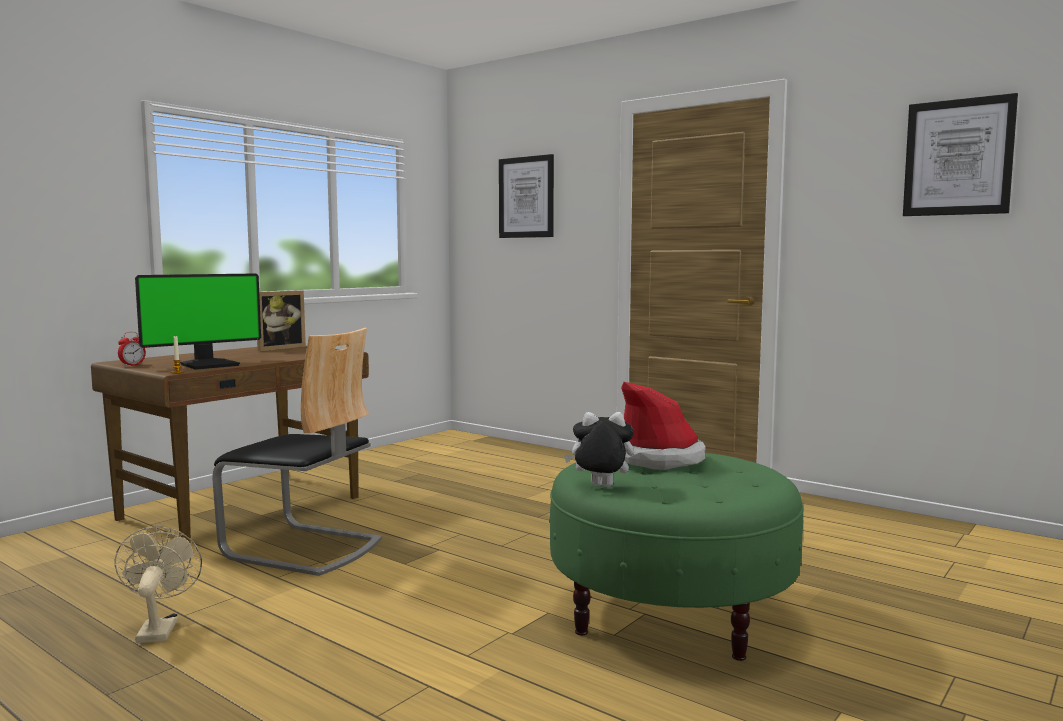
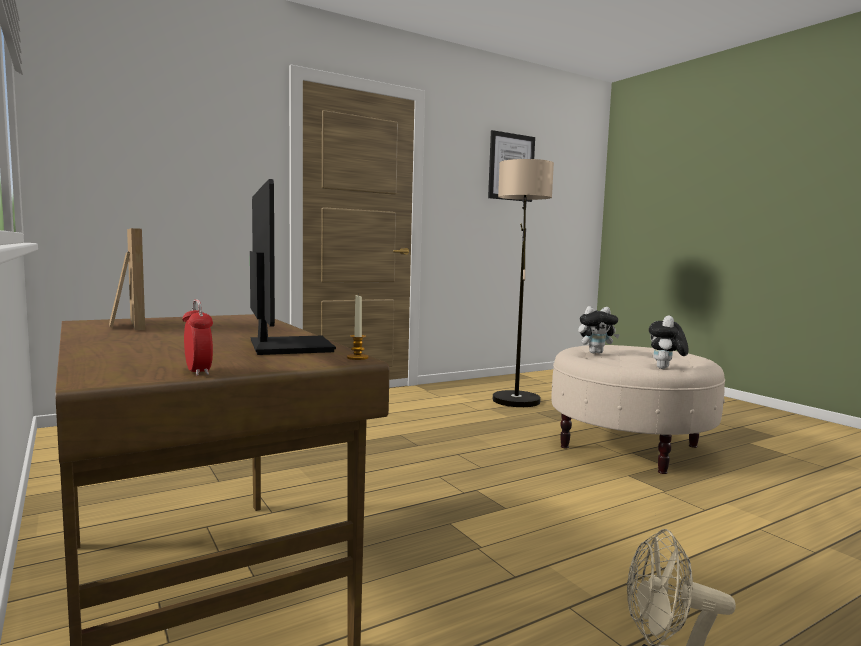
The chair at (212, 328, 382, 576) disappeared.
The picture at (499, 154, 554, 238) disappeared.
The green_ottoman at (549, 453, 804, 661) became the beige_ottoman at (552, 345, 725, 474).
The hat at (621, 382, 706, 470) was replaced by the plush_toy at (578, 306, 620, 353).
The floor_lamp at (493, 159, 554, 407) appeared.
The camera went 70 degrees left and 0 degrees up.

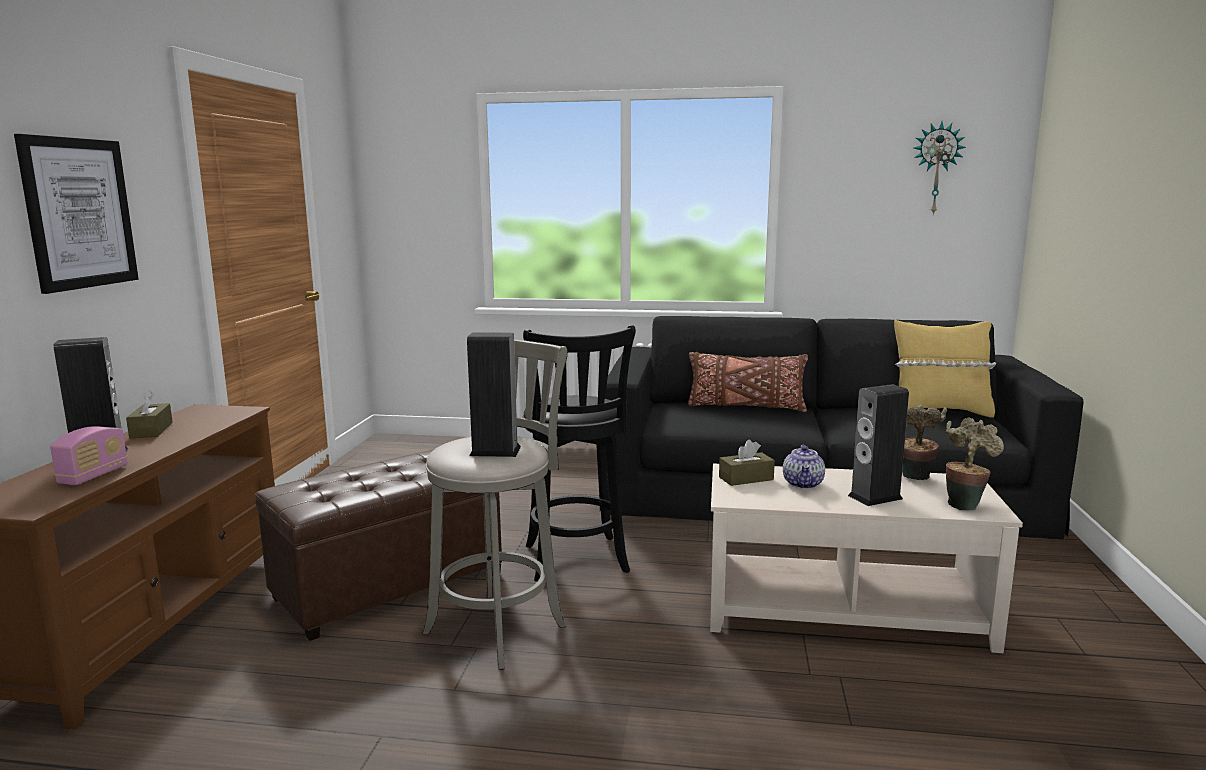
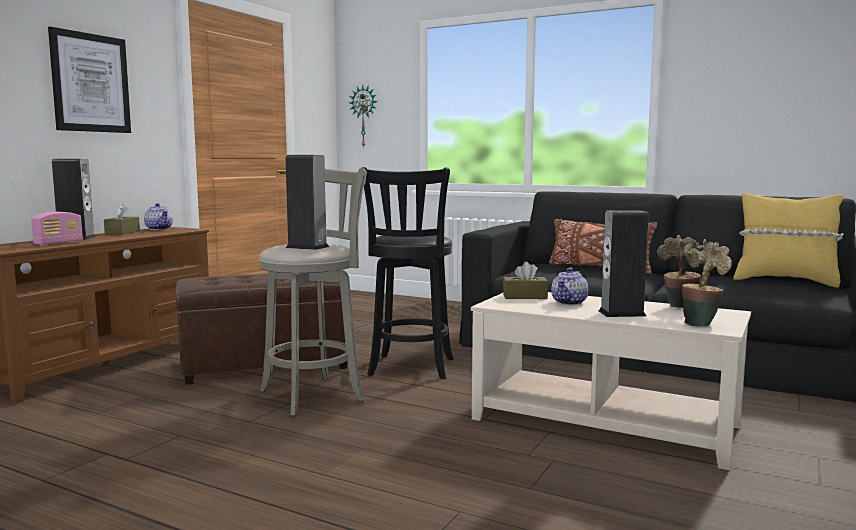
The wall_clock moved from (914, 122, 966, 215) to (349, 85, 378, 148).
The teapot at (144, 203, 173, 230) appeared.
The camera went 20 degrees right and 5 degrees down.

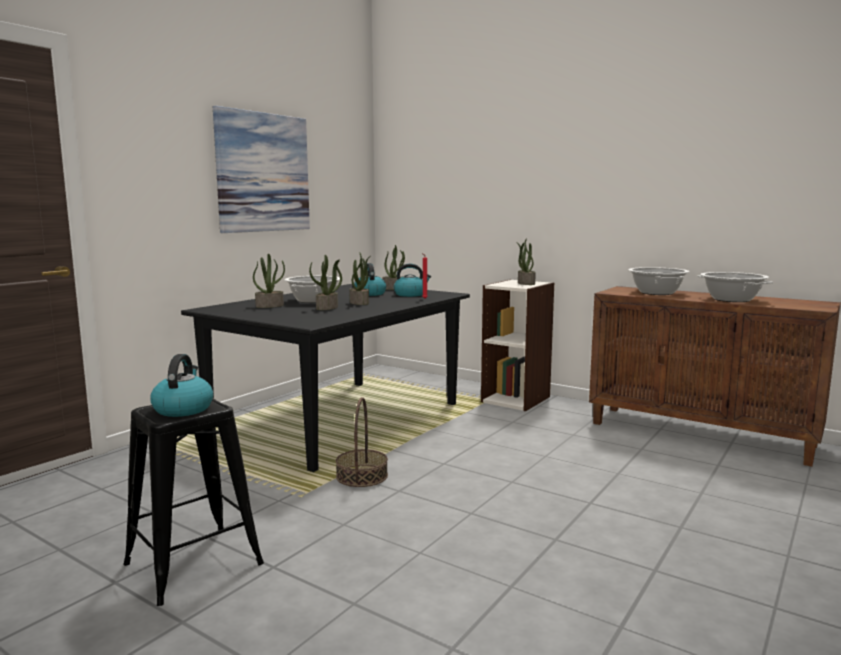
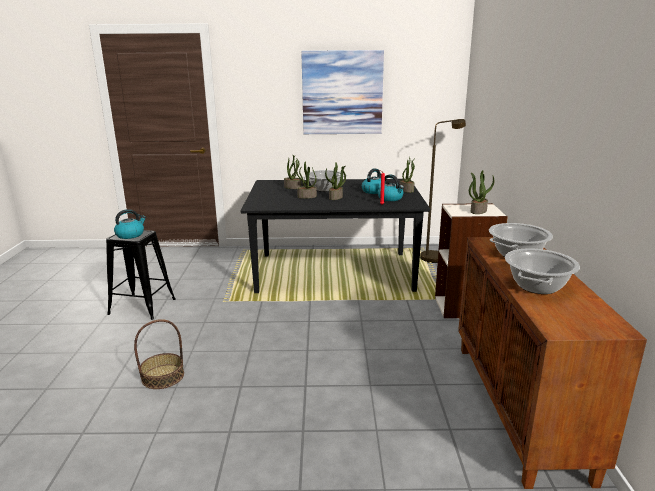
The basket moved from (336, 397, 388, 487) to (134, 319, 184, 389).
The brown_floor_lamp at (420, 119, 466, 263) appeared.
The camera went 55 degrees right and 10 degrees up.

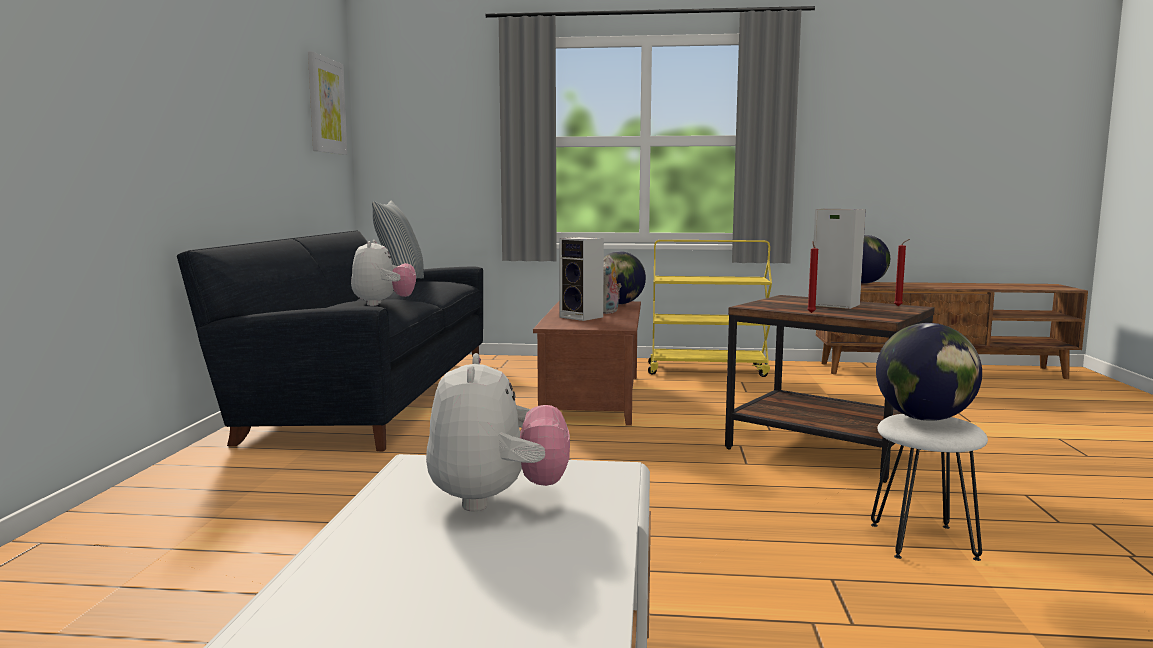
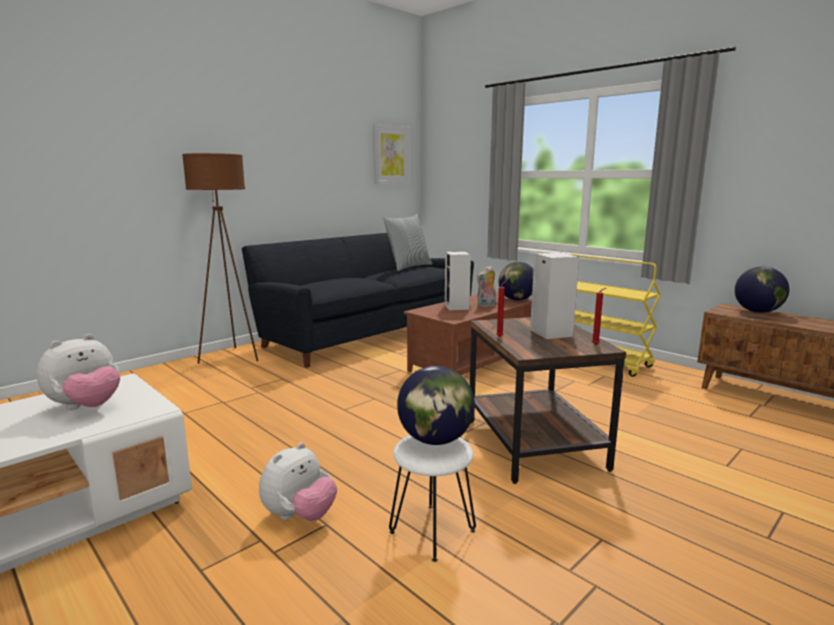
The plush_toy moved from (351, 240, 416, 306) to (259, 442, 337, 521).
The brown_floor_lamp at (182, 153, 258, 364) appeared.
The camera went 40 degrees right and 5 degrees up.

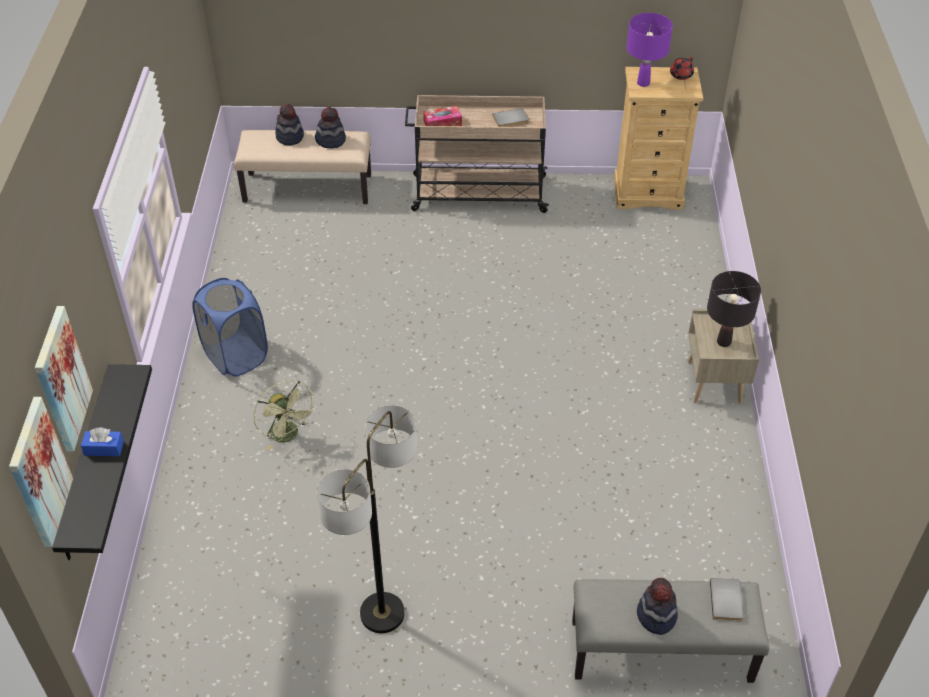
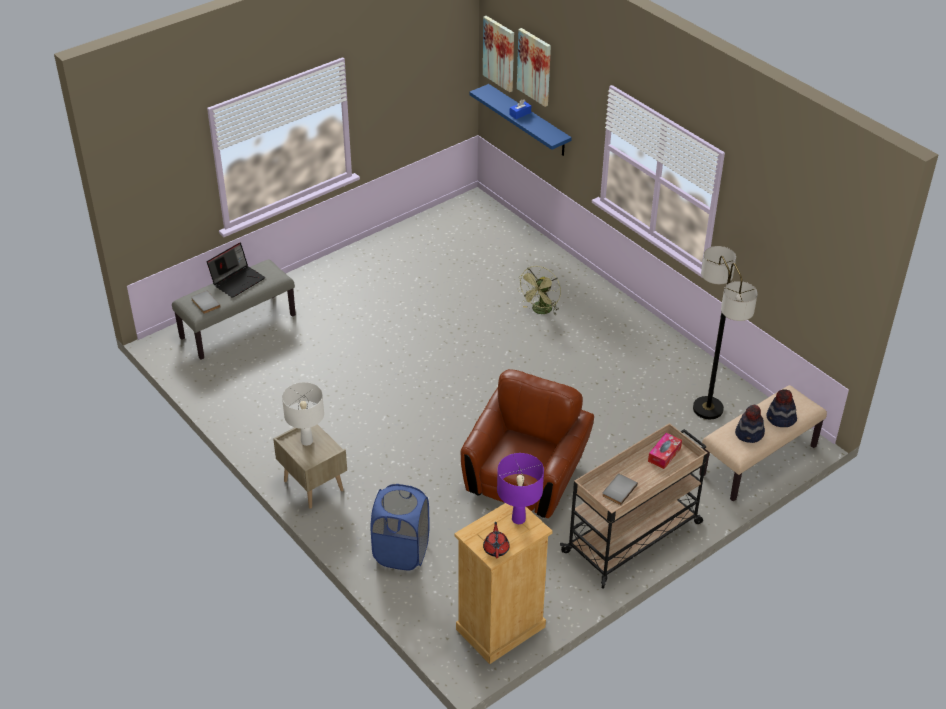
The black_shelf at (52, 364, 152, 560) became the blue_shelf at (469, 84, 572, 156).
The blue_laundry_basket moved from (192, 278, 268, 377) to (371, 484, 430, 571).
The green_fan at (253, 380, 317, 450) turned 75 degrees counterclockwise.
The floor_lamp moved from (317, 405, 417, 633) to (693, 246, 758, 419).
The hat at (637, 578, 678, 635) was replaced by the laptop at (207, 242, 265, 298).
The black_table_lamp at (707, 271, 761, 347) became the white_table_lamp at (282, 382, 324, 446).
The brown_armchair at (461, 369, 594, 518) appeared.
The camera went 140 degrees right and 5 degrees down.

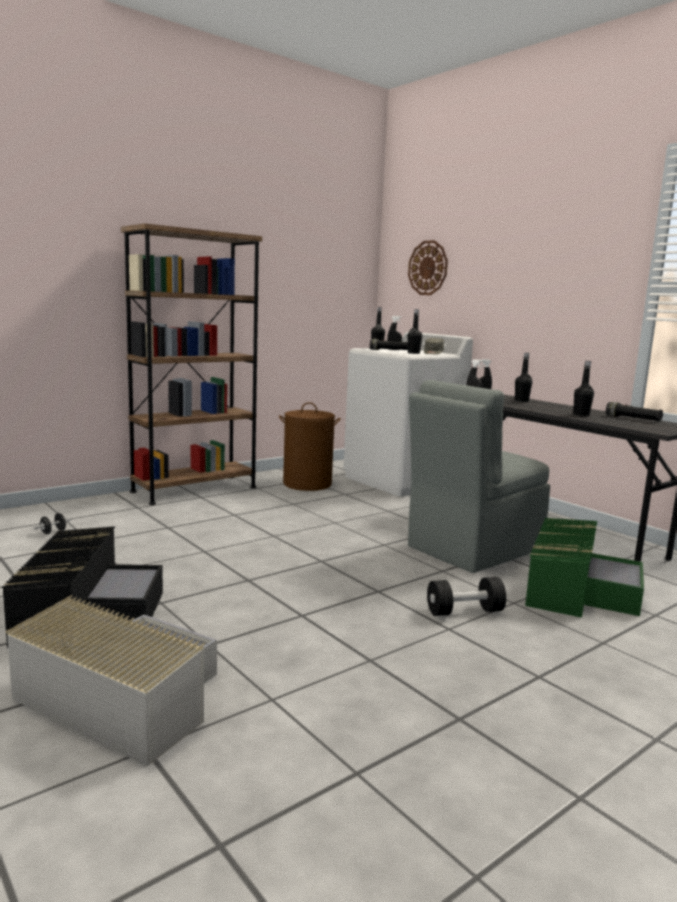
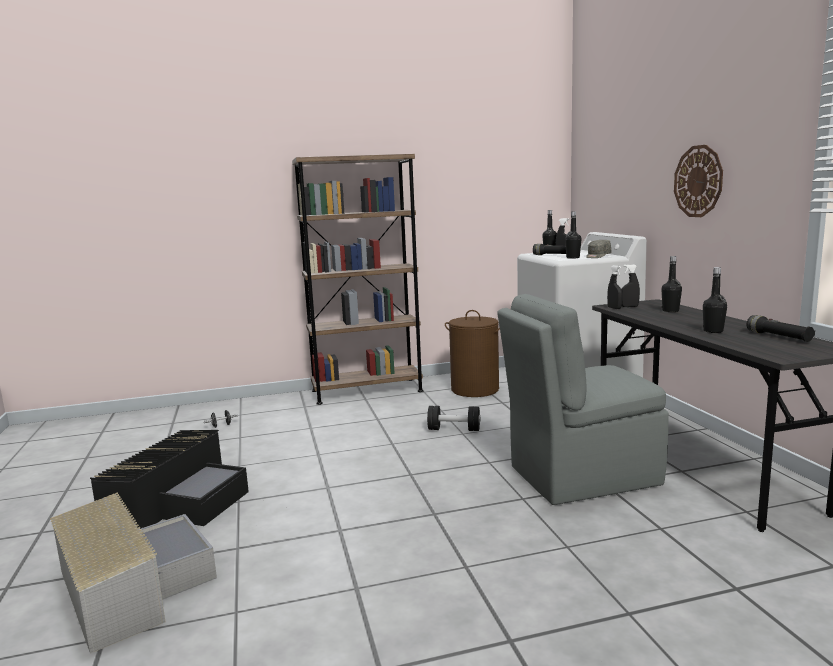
The wall_clock moved from (408, 240, 448, 295) to (674, 145, 723, 217).
The black_dumbbell moved from (427, 577, 506, 616) to (427, 406, 480, 431).
The green_storage_box at (525, 518, 644, 618) disappeared.
The camera went 25 degrees right and 0 degrees up.

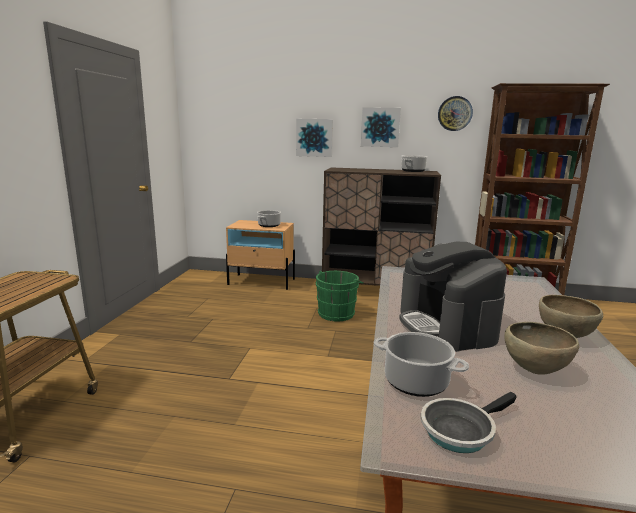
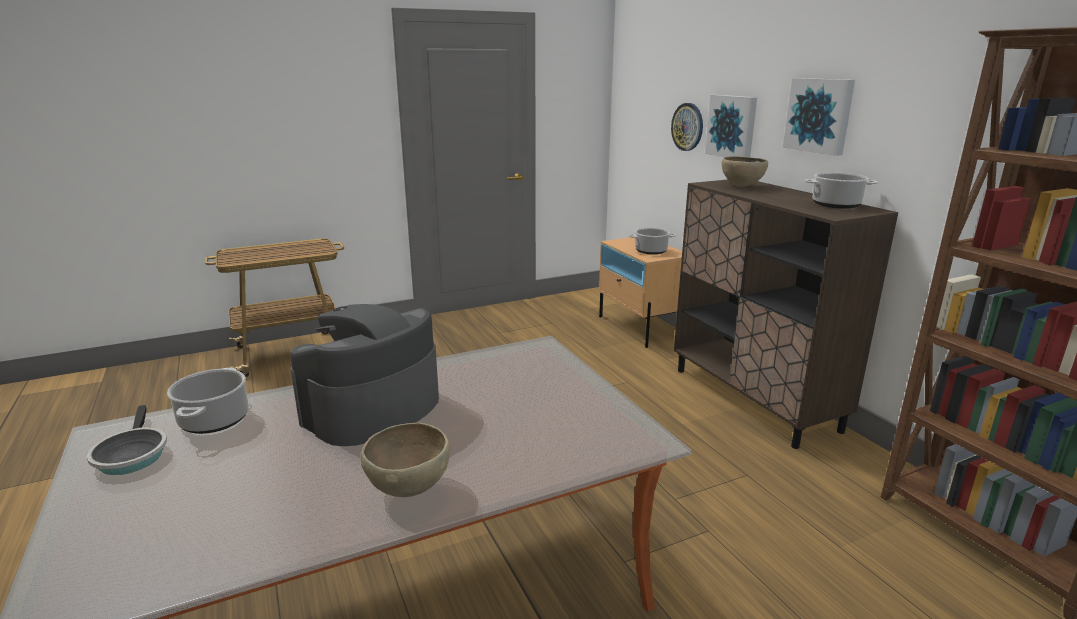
The green_bucket at (315, 271, 364, 321) disappeared.
The frying_pan at (421, 392, 517, 453) turned 135 degrees counterclockwise.
The wall_clock moved from (438, 96, 473, 131) to (671, 103, 703, 151).
The brown_bowl moved from (505, 322, 579, 375) to (721, 156, 768, 187).
The camera went 55 degrees right and 5 degrees up.

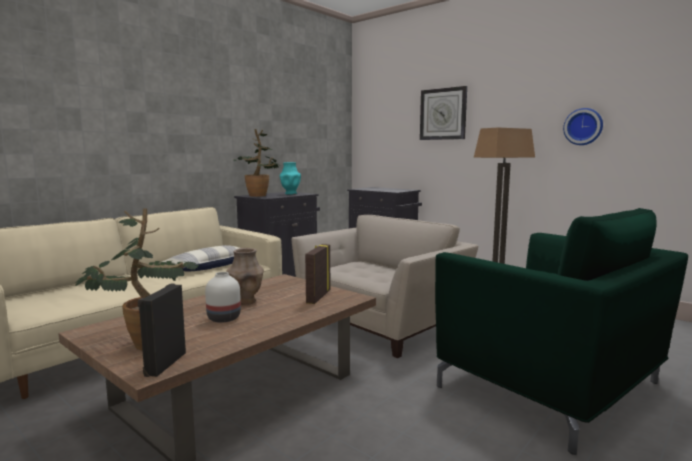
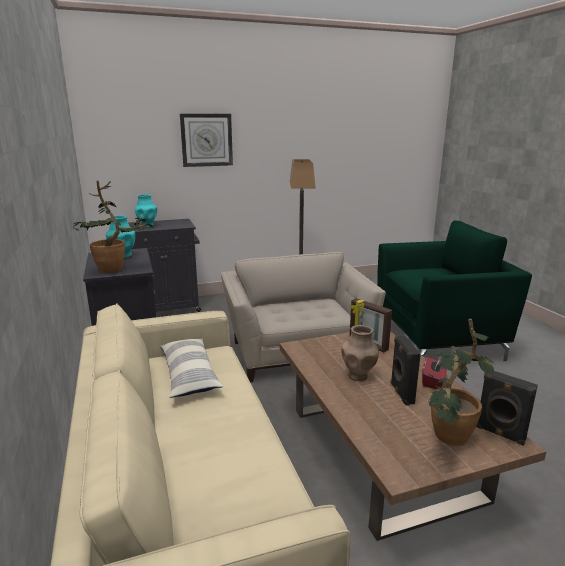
The white_vase at (205, 272, 241, 323) was replaced by the black_speaker at (391, 335, 421, 405).
The wall_clock at (563, 108, 603, 145) disappeared.
The turquoise_vase at (135, 194, 157, 228) appeared.
The red_tissue_box at (422, 357, 447, 390) appeared.
The camera went 60 degrees left and 10 degrees up.

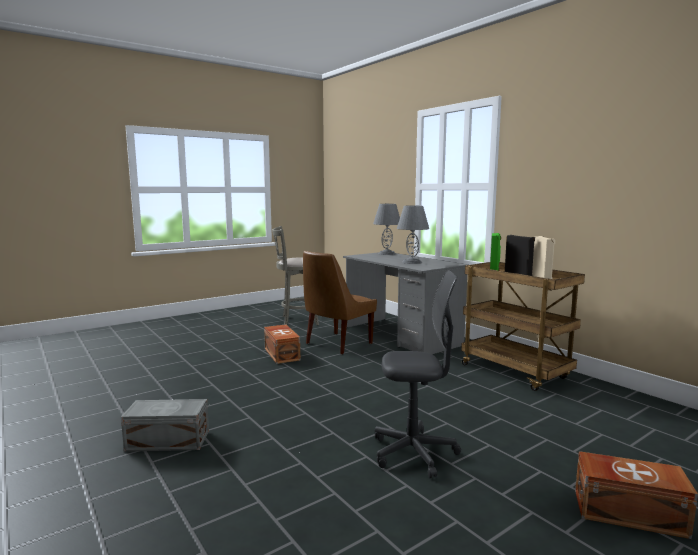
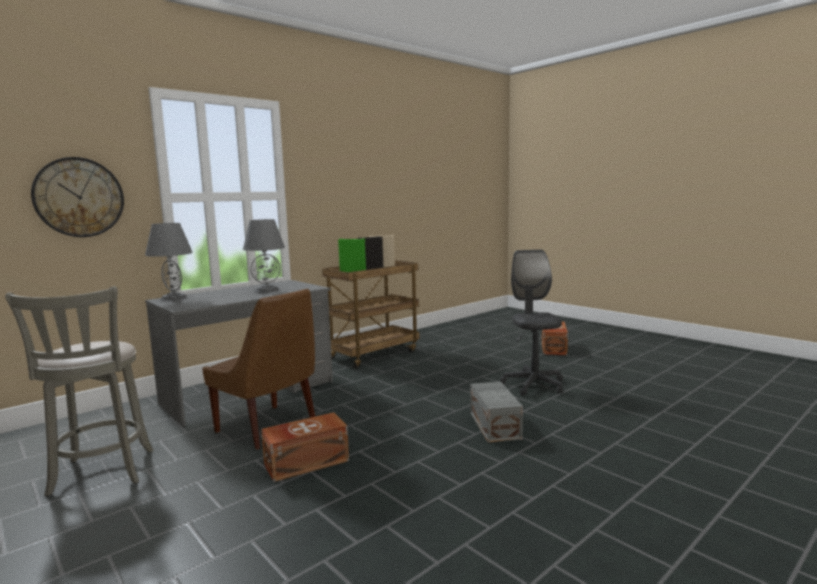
The grey_storage_box moved from (121, 399, 209, 452) to (470, 382, 523, 442).
The wall_clock at (31, 157, 124, 237) appeared.
The camera went 95 degrees left and 0 degrees up.

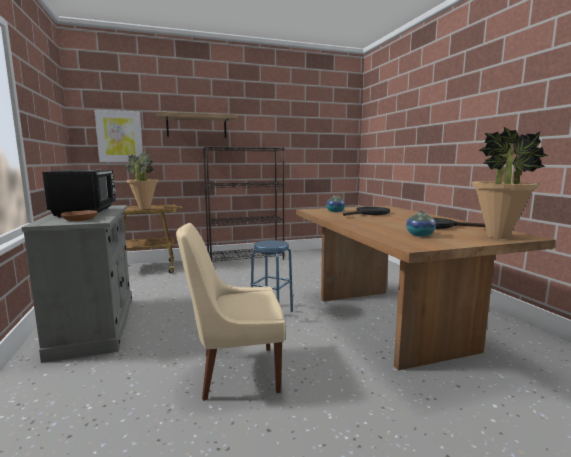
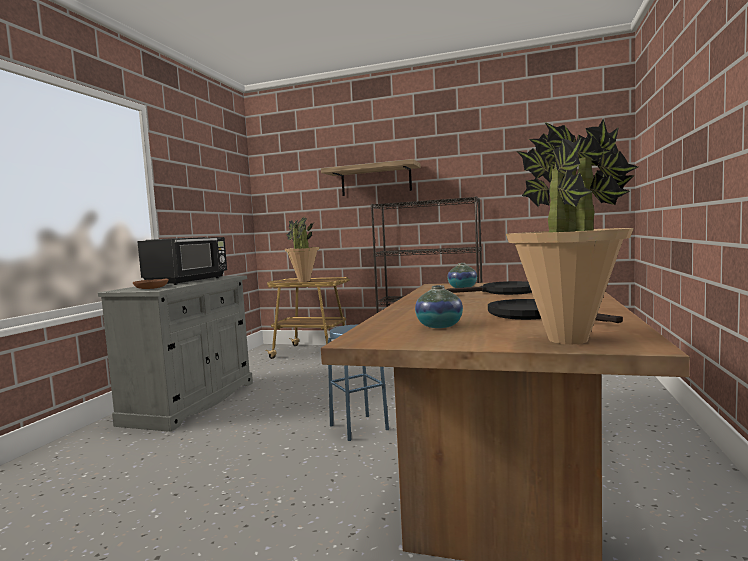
The picture at (94, 110, 143, 162) disappeared.
The beige_chair at (176, 223, 285, 401) disappeared.
The camera went 35 degrees right and 5 degrees down.

